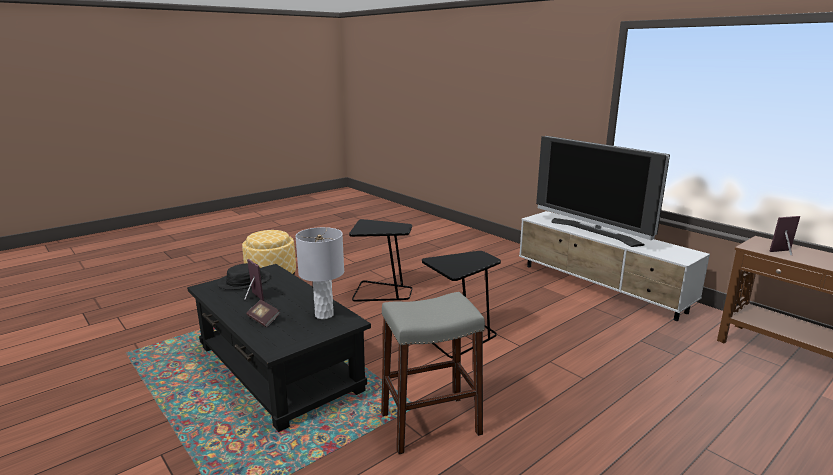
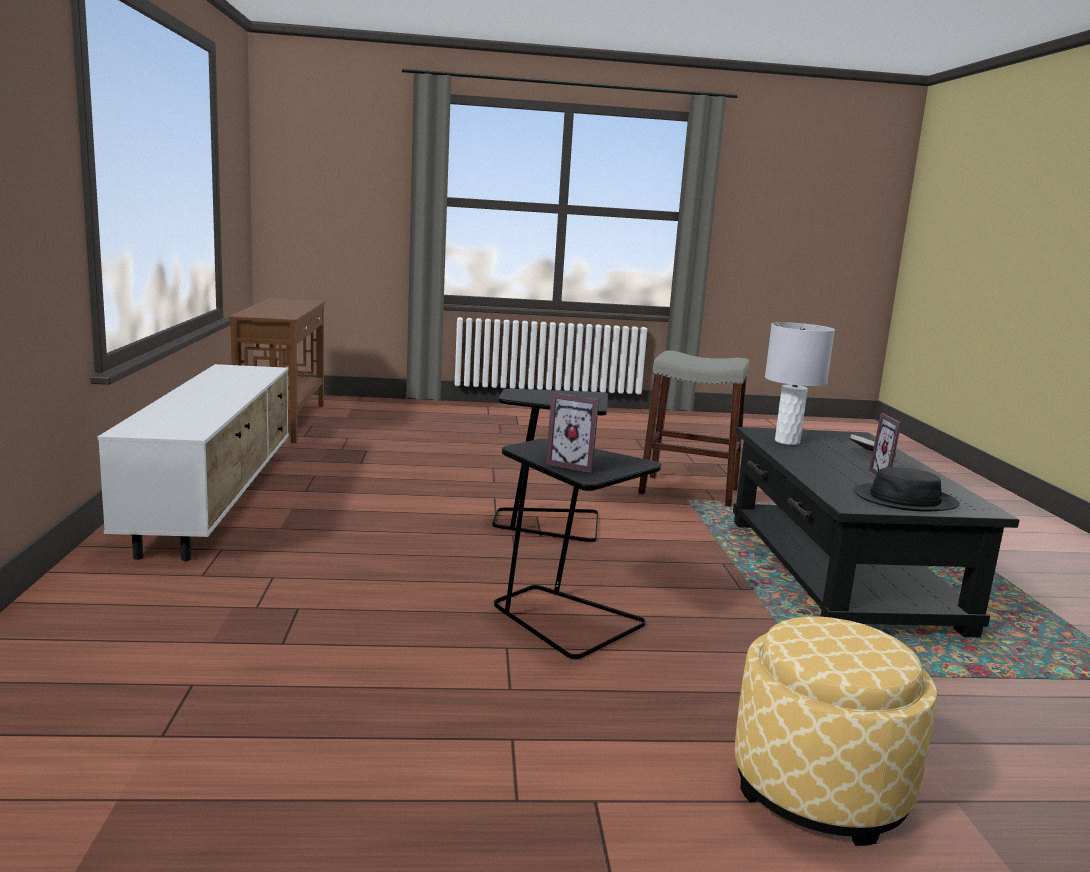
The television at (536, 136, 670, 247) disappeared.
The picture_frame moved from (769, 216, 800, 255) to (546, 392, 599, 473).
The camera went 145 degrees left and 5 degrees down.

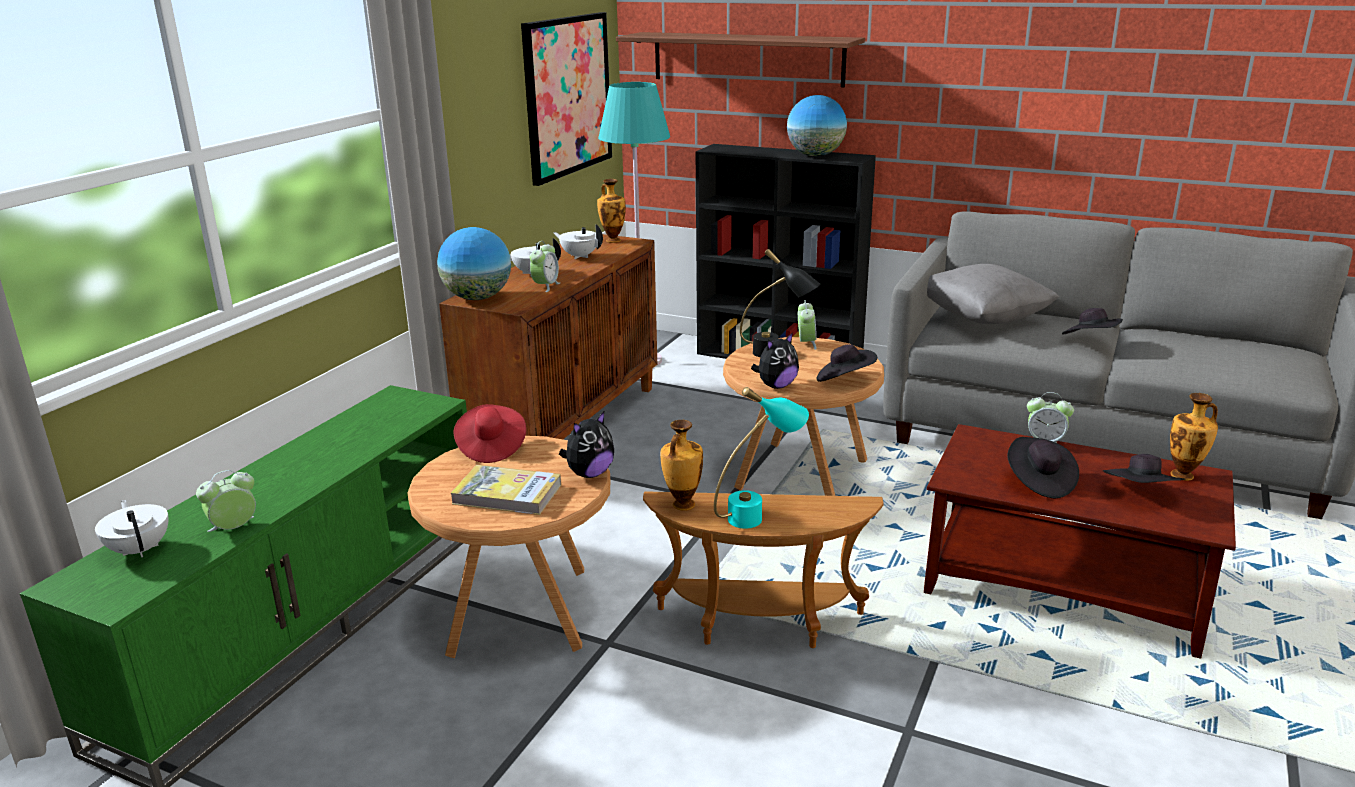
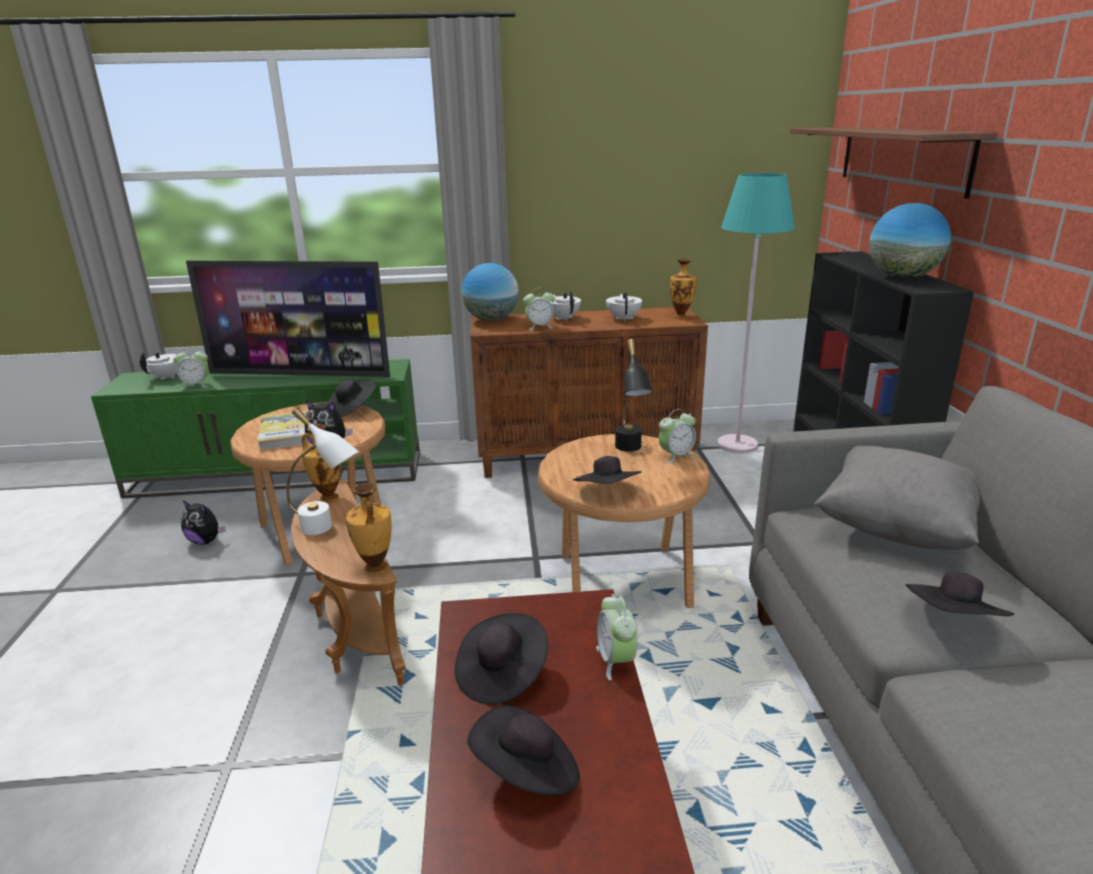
The alarm_clock at (196, 470, 256, 532) turned 150 degrees clockwise.
The red_hat at (454, 404, 526, 463) became the black_hat at (327, 379, 376, 417).
The picture at (521, 12, 612, 186) disappeared.
The turquoise_table_lamp at (714, 387, 809, 529) became the white_table_lamp at (286, 408, 359, 535).
The plush_toy moved from (751, 332, 799, 389) to (181, 500, 226, 545).
The vase moved from (1170, 393, 1218, 481) to (346, 483, 392, 574).
The television at (186, 260, 390, 377) appeared.
The camera went 60 degrees right and 0 degrees up.

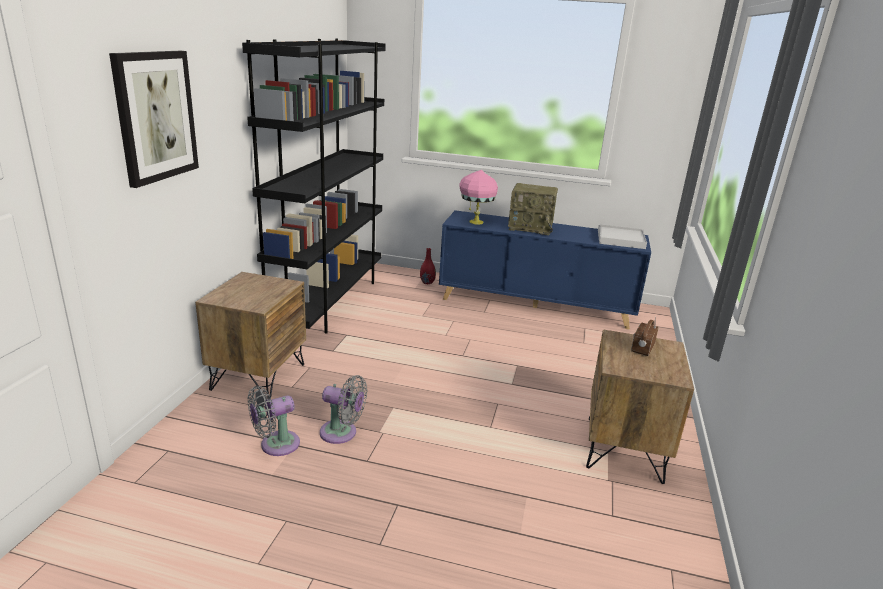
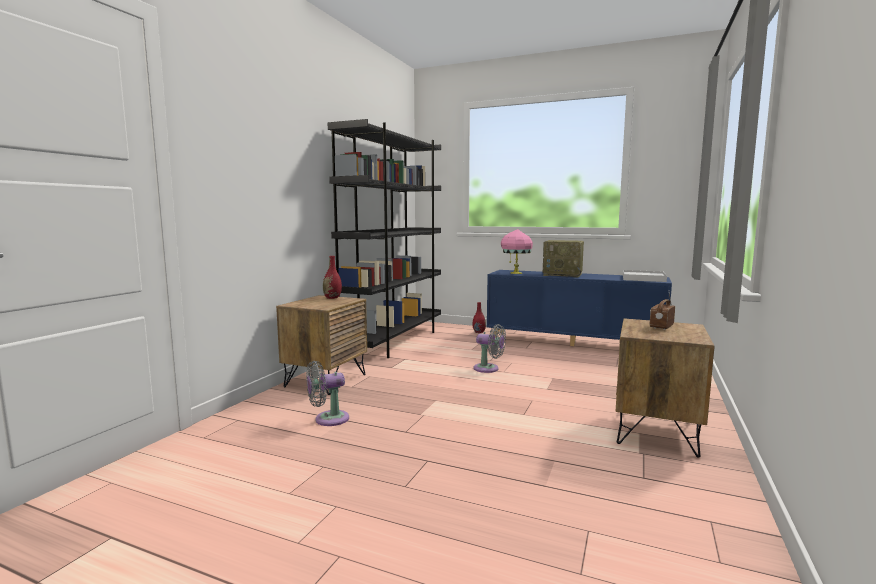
The picture at (109, 51, 199, 188) disappeared.
The grey_fan moved from (320, 375, 367, 444) to (473, 324, 506, 373).
The red_vase at (323, 256, 342, 299) appeared.
The camera went 10 degrees right and 15 degrees down.

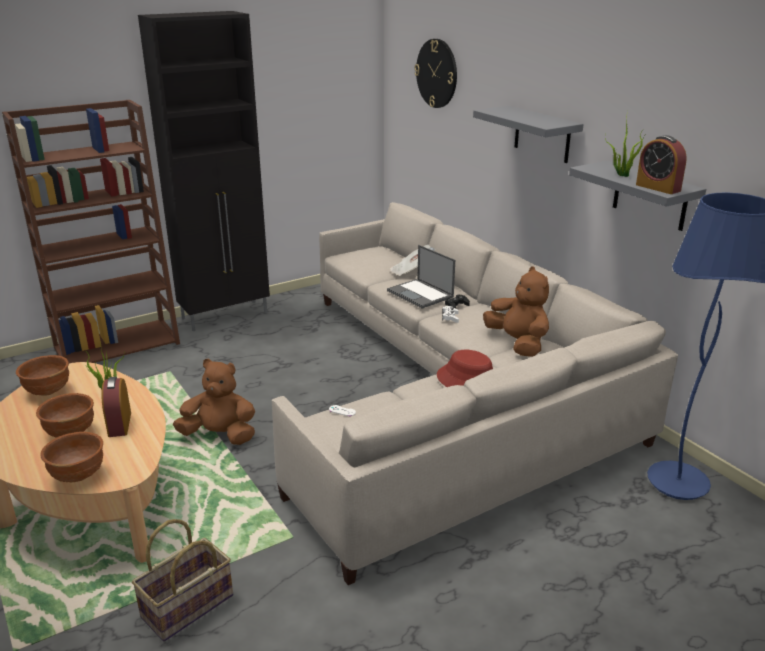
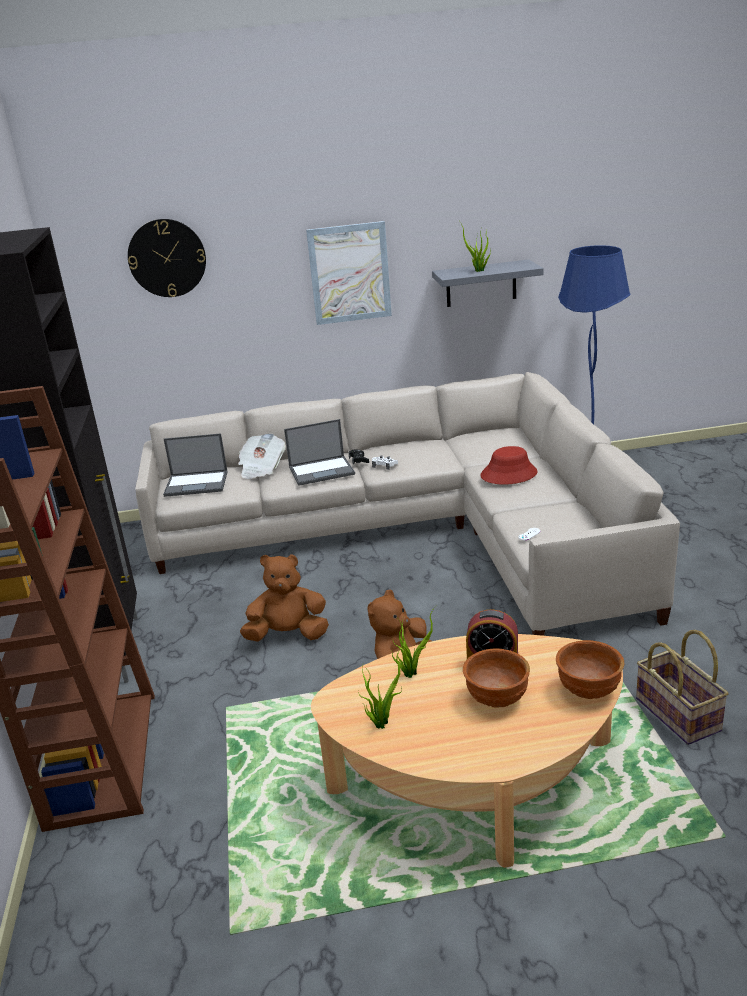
The brown_bowl at (16, 355, 69, 396) was replaced by the potted_plant at (358, 645, 403, 729).
The grey_shelf at (473, 106, 584, 163) was replaced by the picture at (306, 221, 392, 325).
The brown_plush_toy moved from (483, 266, 549, 357) to (240, 554, 329, 642).
The alarm_clock at (636, 135, 687, 194) disappeared.
The laptop at (163, 433, 228, 497) appeared.
The camera went 65 degrees left and 0 degrees up.

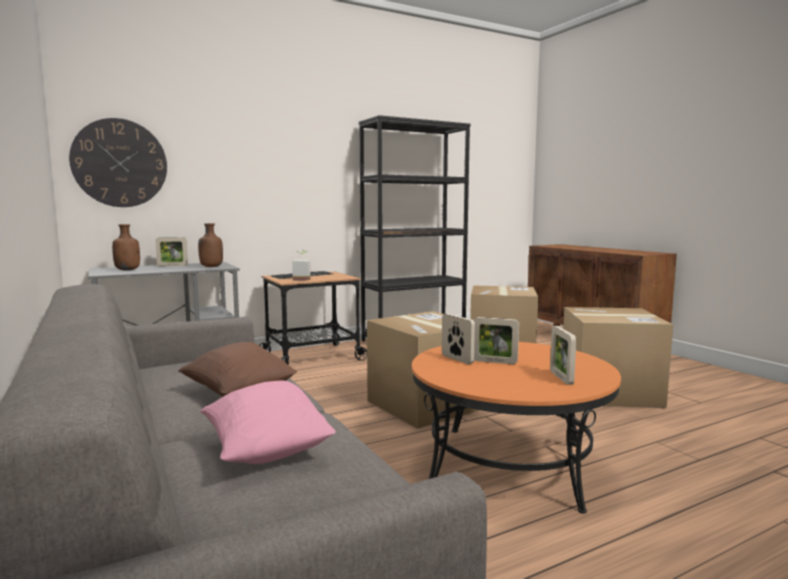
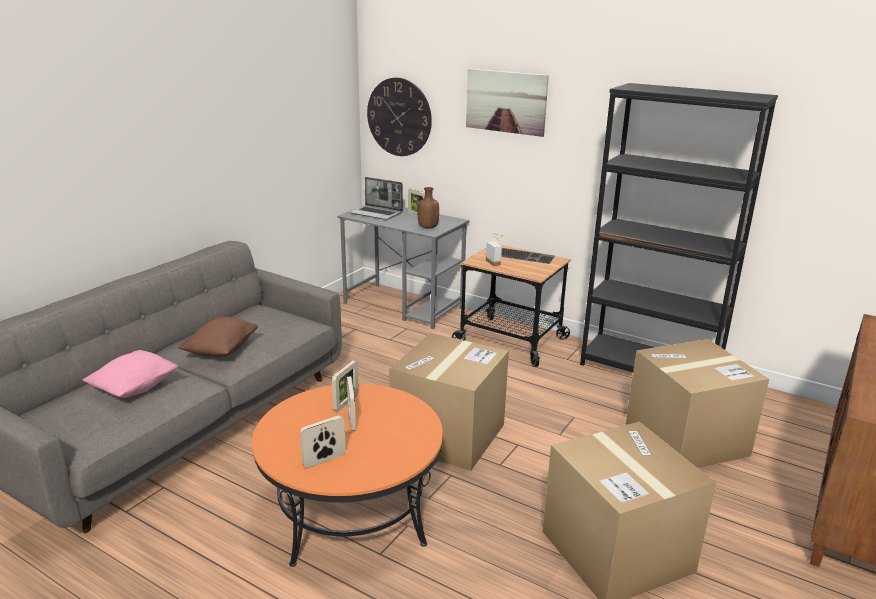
The brown_bottle at (112, 224, 140, 271) was replaced by the laptop at (349, 177, 403, 220).
The picture at (466, 69, 549, 137) appeared.
The camera went 60 degrees right and 15 degrees up.

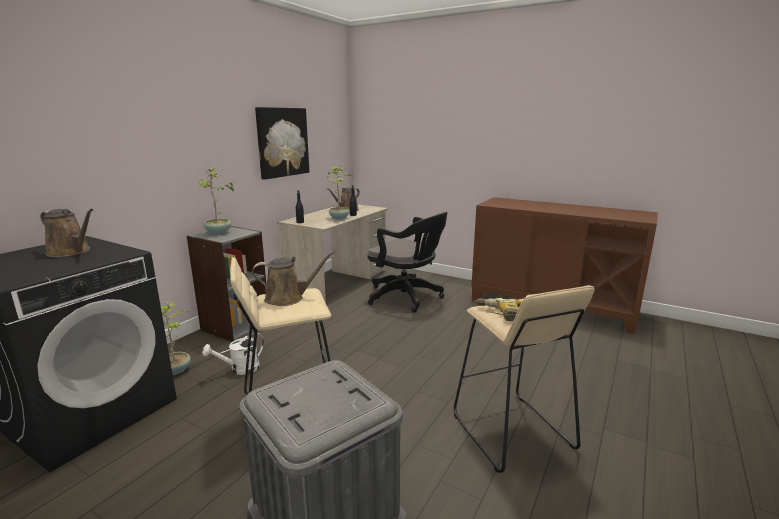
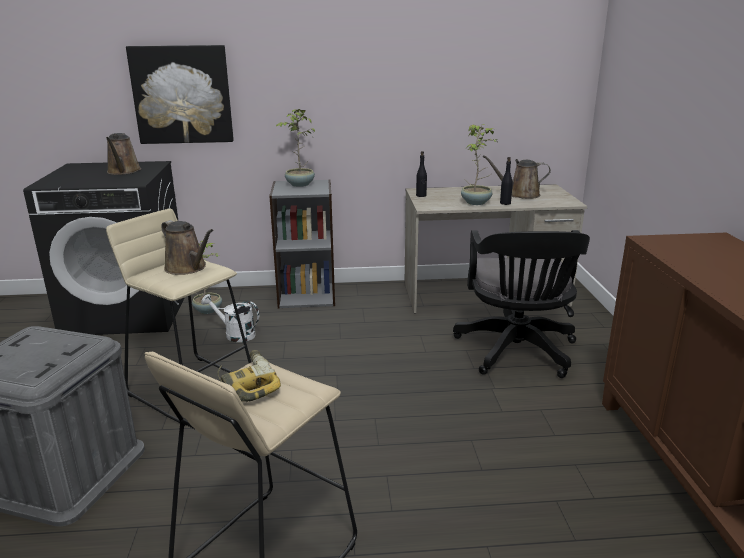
The picture moved from (255, 107, 309, 180) to (126, 45, 234, 144).
The camera went 55 degrees right and 5 degrees up.

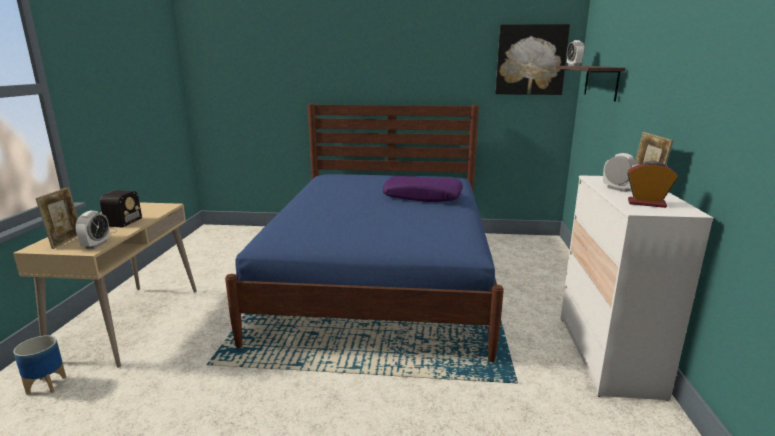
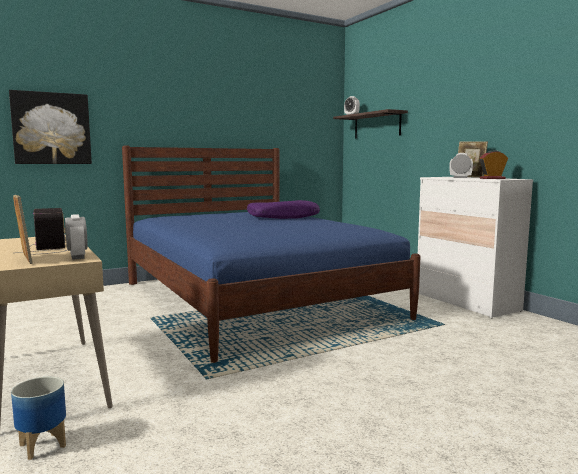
The picture moved from (495, 24, 570, 95) to (9, 90, 92, 164).
The camera went 35 degrees left and 10 degrees down.

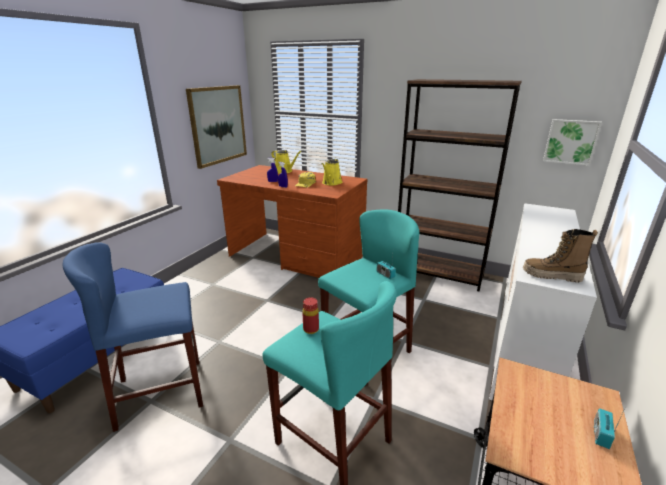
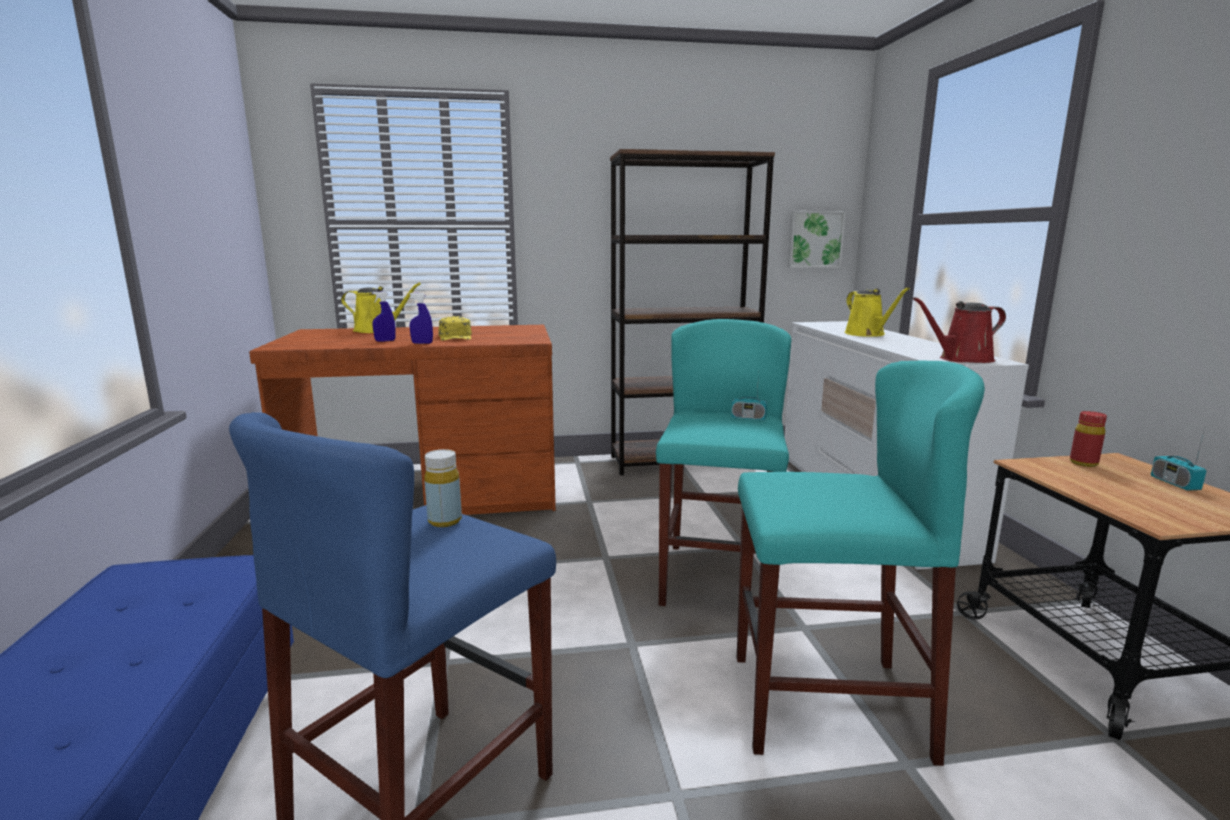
The picture at (186, 85, 247, 169) disappeared.
The red_bottle moved from (302, 297, 319, 334) to (1070, 411, 1107, 467).
The yellow_watering_can moved from (321, 159, 343, 186) to (845, 287, 910, 337).
The boot at (523, 229, 598, 283) was replaced by the red_watering_can at (913, 297, 1006, 363).
The yellow_bottle at (424, 449, 462, 527) appeared.
The camera went 35 degrees left and 10 degrees down.

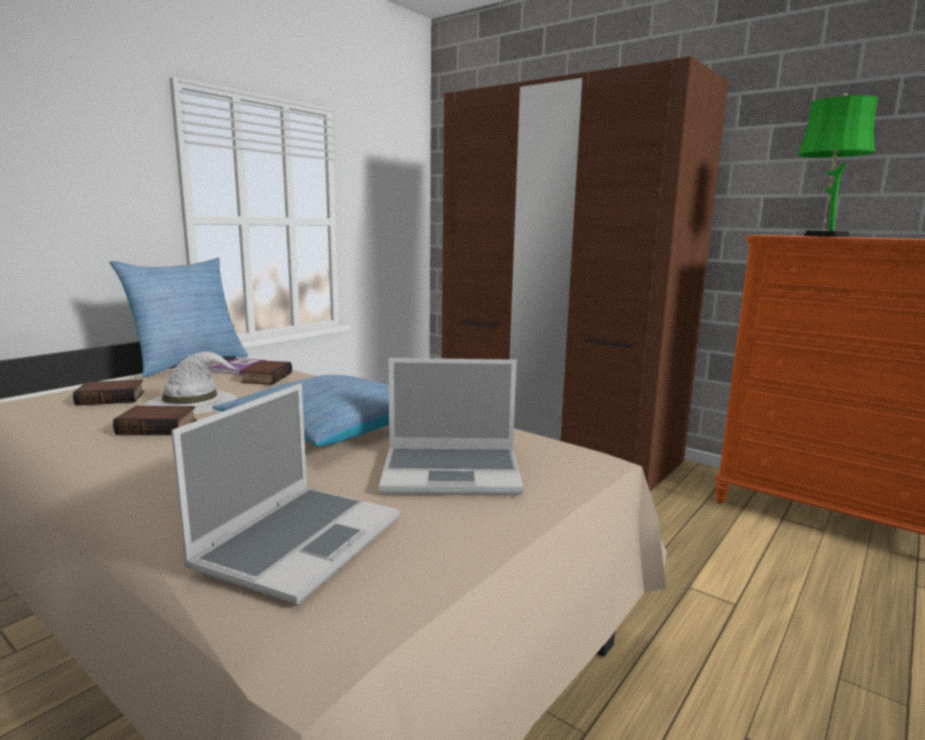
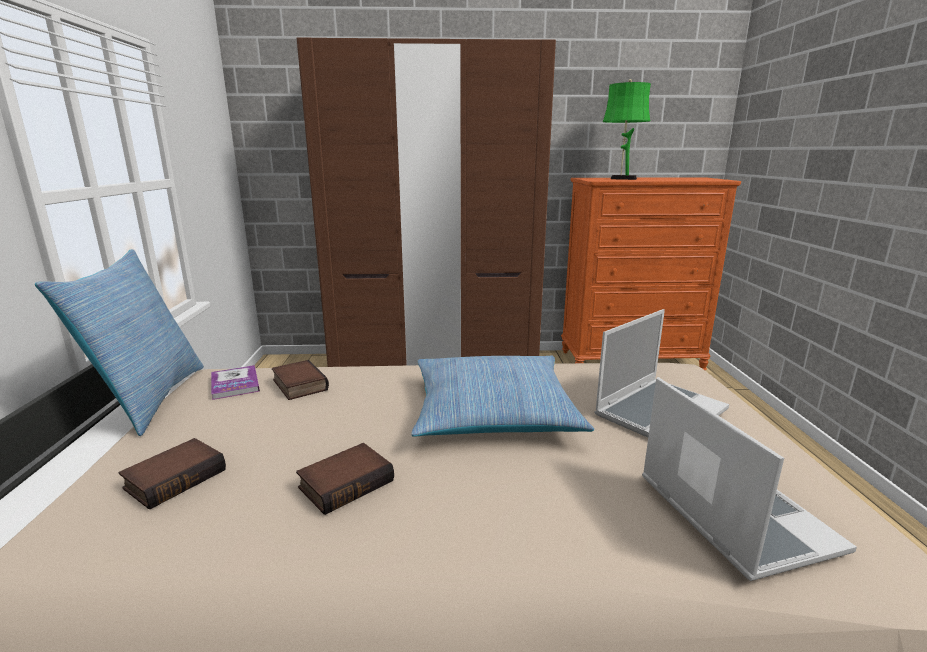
The white_hat at (143, 352, 240, 414) disappeared.
The camera went 40 degrees left and 5 degrees up.

